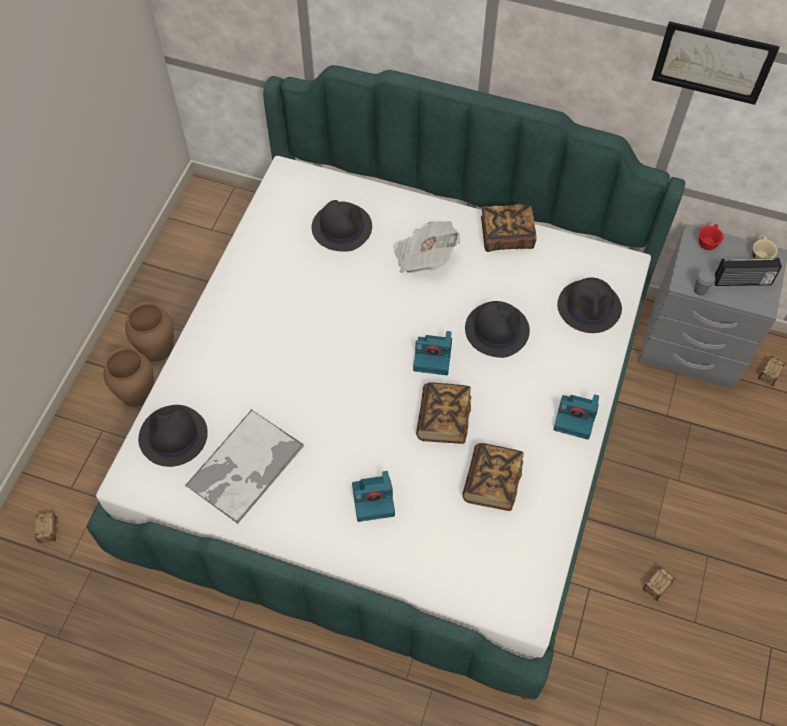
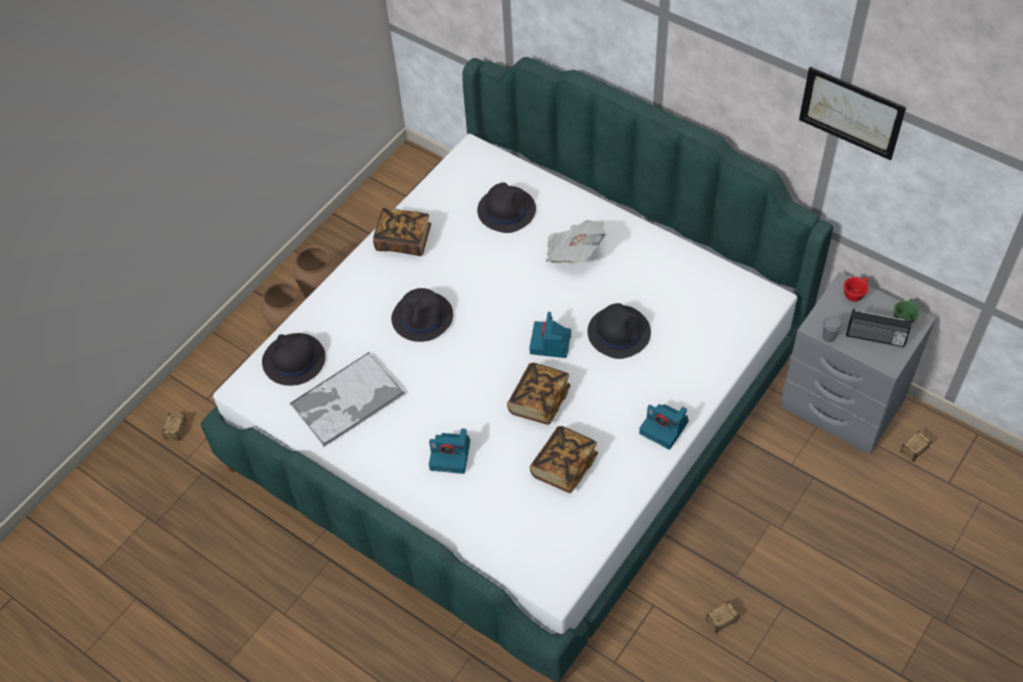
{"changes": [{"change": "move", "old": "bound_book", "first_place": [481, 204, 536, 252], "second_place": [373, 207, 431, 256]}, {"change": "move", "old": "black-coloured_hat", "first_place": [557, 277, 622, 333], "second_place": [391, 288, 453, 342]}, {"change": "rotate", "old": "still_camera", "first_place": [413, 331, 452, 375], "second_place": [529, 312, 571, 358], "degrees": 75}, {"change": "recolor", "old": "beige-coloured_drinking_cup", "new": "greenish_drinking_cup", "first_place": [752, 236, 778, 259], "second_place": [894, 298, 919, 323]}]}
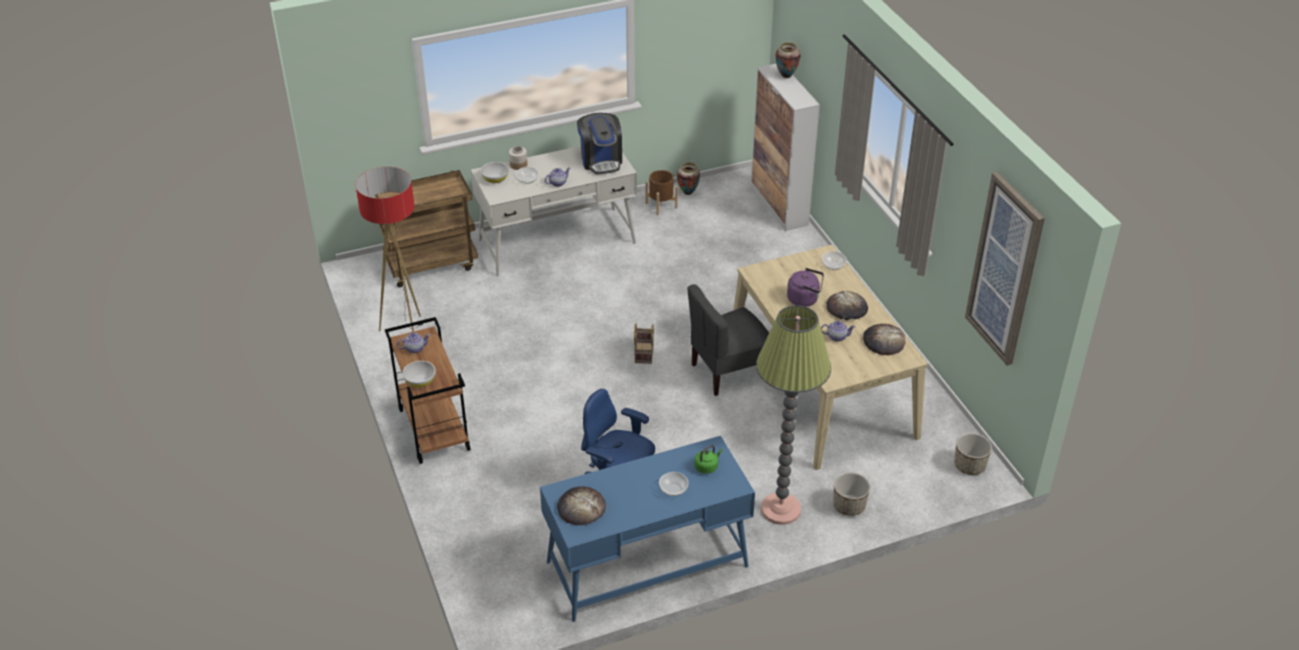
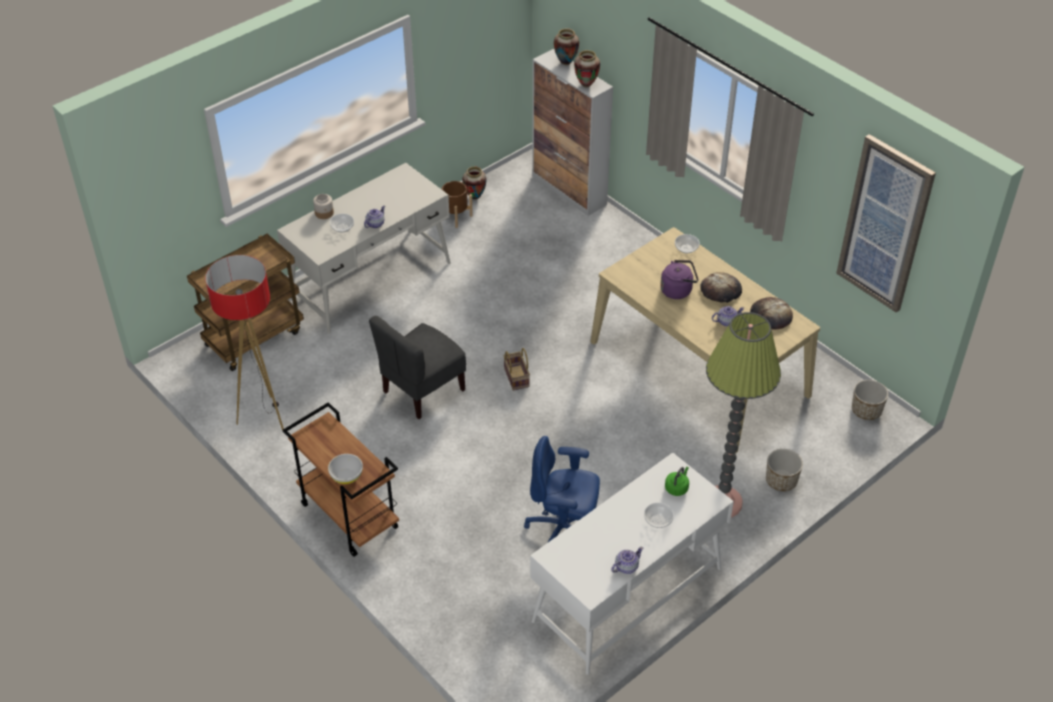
{"changes": [{"change": "move", "old": "greyish_plain_chair", "first_place": [687, 284, 769, 396], "second_place": [369, 316, 466, 419]}, {"change": "recolor", "old": "bluish_desk_table", "new": "whitish_desk_table", "first_place": [540, 436, 755, 622], "second_place": [530, 453, 734, 675]}, {"change": "insert", "new": "vase", "second_place": [574, 50, 600, 87]}, {"change": "move", "old": "teapot", "first_place": [397, 333, 430, 353], "second_place": [611, 547, 643, 574]}, {"change": "delete", "old": "whitish_serving_bowl", "first_place": [481, 162, 508, 183]}, {"change": "delete", "old": "bread", "first_place": [557, 486, 606, 525]}, {"change": "delete", "old": "coffee_brewer", "first_place": [577, 113, 622, 174]}]}
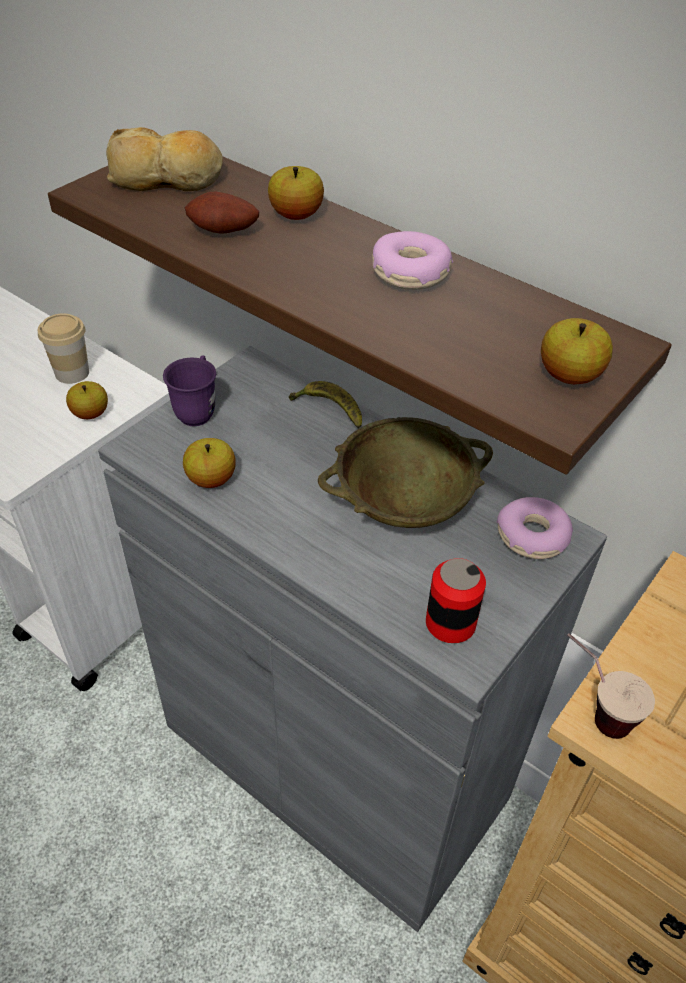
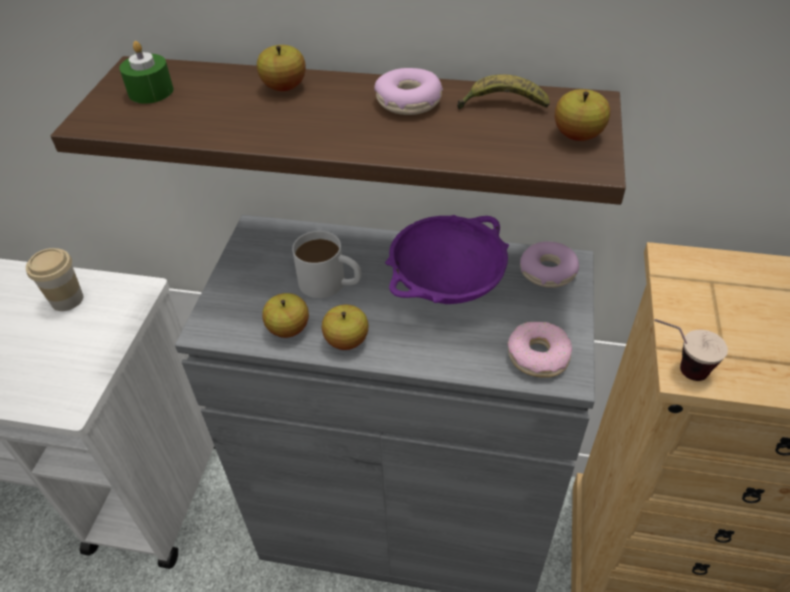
{"changes": [{"change": "replace", "old": "bread", "new": "greenish_wax_candle", "first_place": [106, 127, 223, 191], "second_place": [119, 41, 174, 104]}, {"change": "insert", "new": "whitish_coffee_mug", "second_place": [292, 231, 361, 298]}, {"change": "move", "old": "apple", "first_place": [66, 381, 108, 419], "second_place": [322, 305, 368, 350]}, {"change": "recolor", "old": "beige-coloured_serving_bowl", "new": "purplish_serving_bowl", "first_place": [318, 417, 493, 528], "second_place": [385, 215, 509, 304]}, {"change": "move", "old": "banana", "first_place": [289, 381, 362, 429], "second_place": [457, 74, 550, 109]}, {"change": "replace", "old": "metal_can", "new": "donut", "first_place": [426, 558, 486, 643], "second_place": [508, 321, 572, 378]}, {"change": "delete", "old": "purplish_coffee_mug", "first_place": [163, 355, 216, 426]}, {"change": "delete", "old": "whole_potato", "first_place": [184, 191, 259, 234]}]}
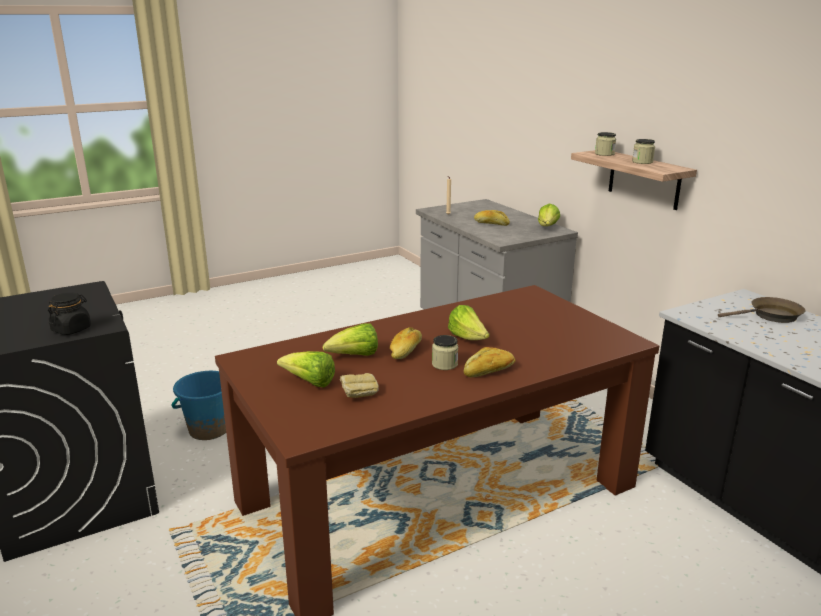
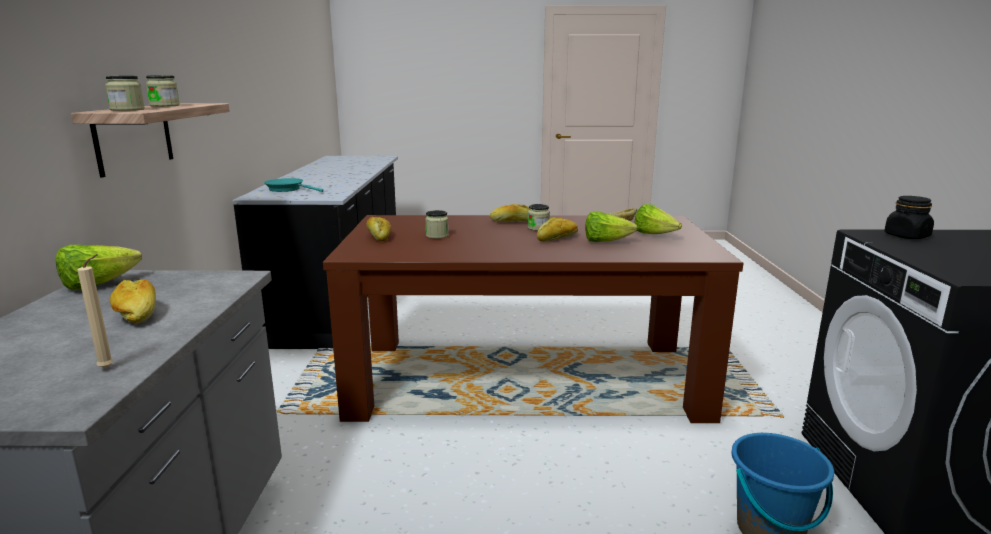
{"changes": [{"change": "recolor", "old": "brown_skillet", "new": "turquoise-coloured_skillet", "first_place": [718, 297, 805, 323], "second_place": [264, 178, 324, 192]}, {"change": "insert", "new": "bread", "second_place": [366, 217, 391, 242]}, {"change": "insert", "new": "storage_jar", "second_place": [425, 210, 449, 239]}, {"change": "delete", "old": "head_of_lettuce", "first_place": [448, 305, 490, 340]}]}
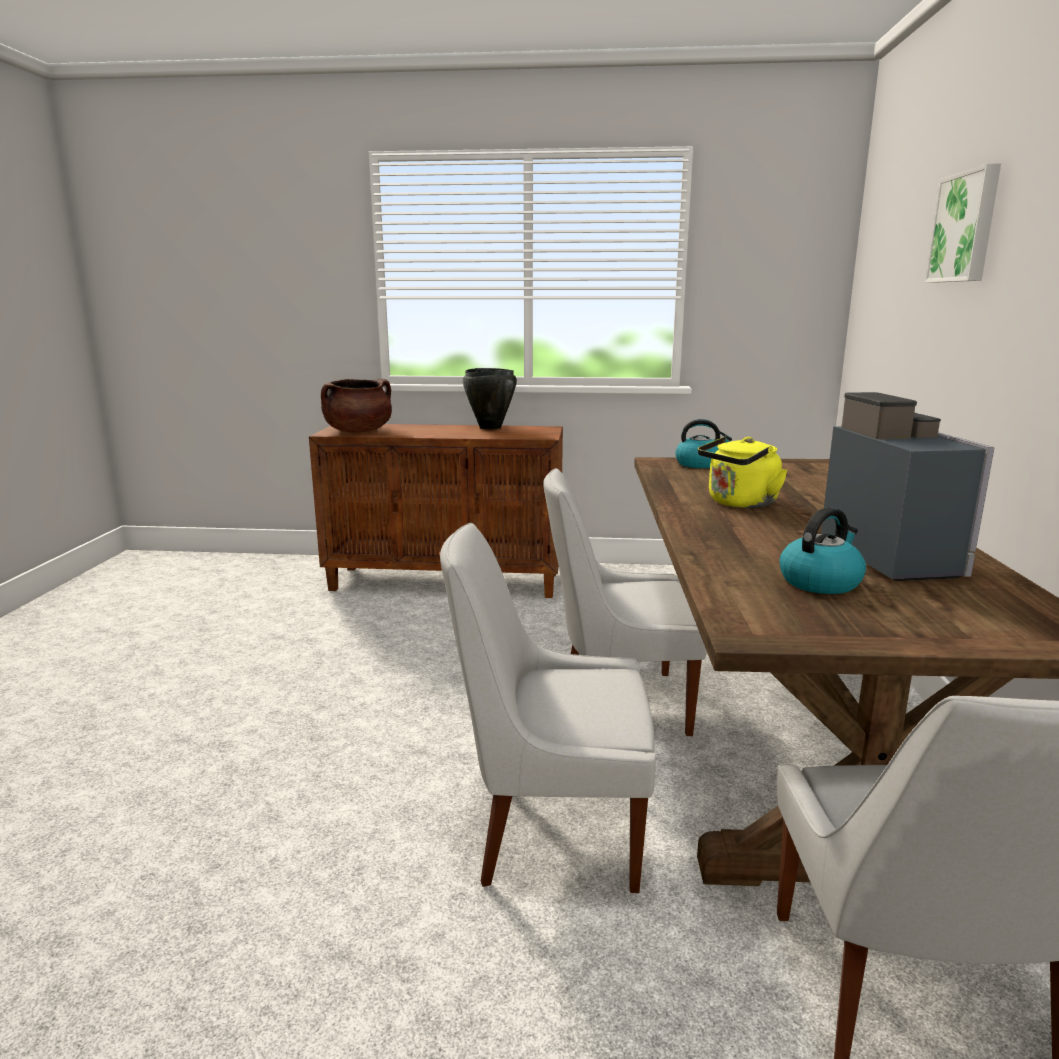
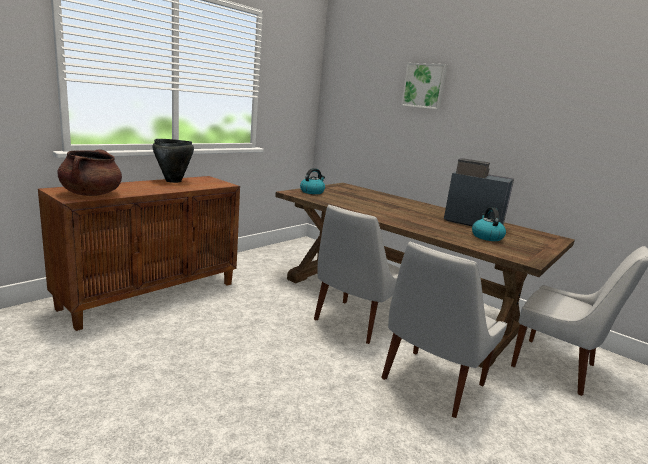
{"changes": [{"change": "delete", "old": "yellow_tea_kettle", "first_place": [698, 436, 788, 508]}]}
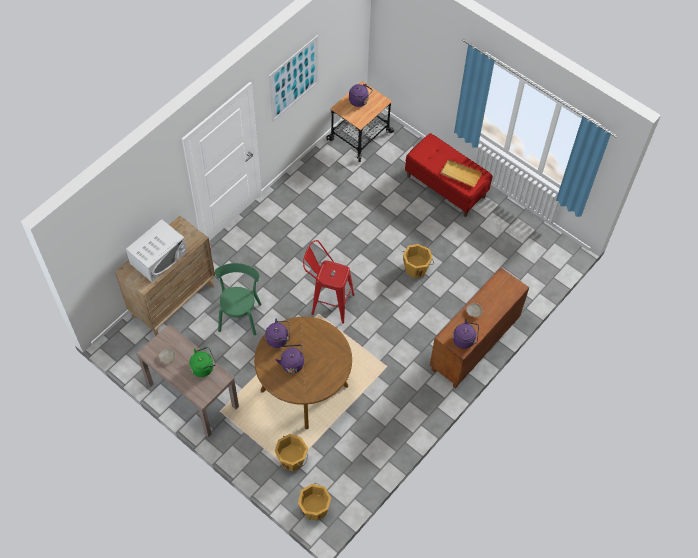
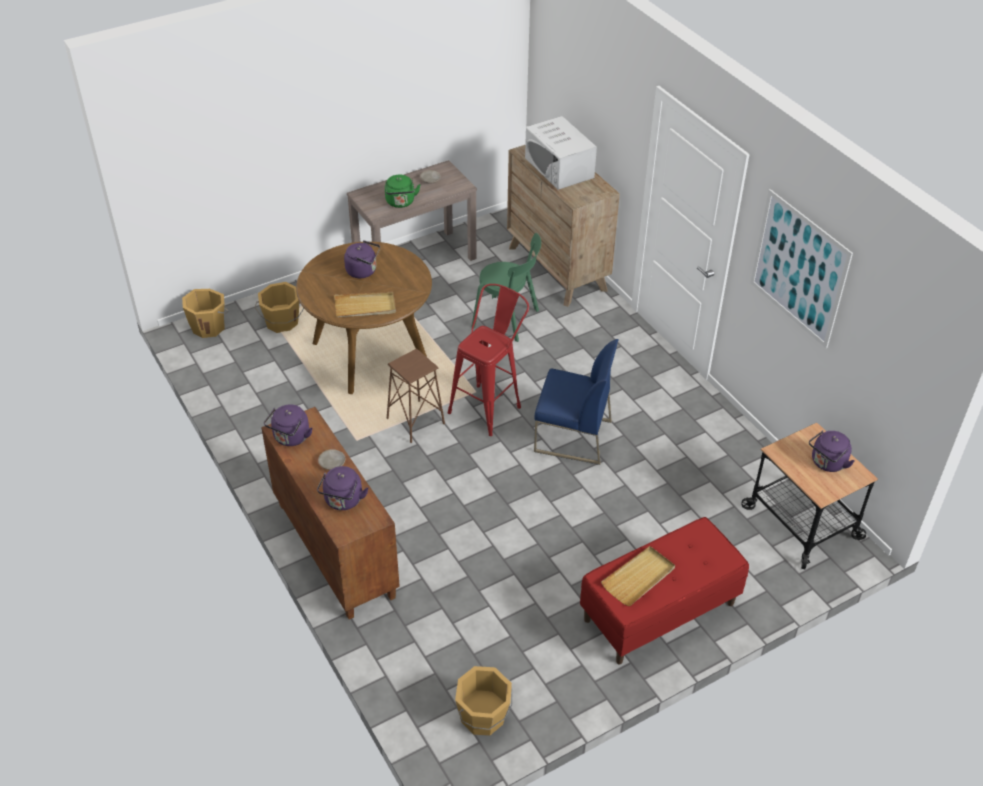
{"changes": [{"change": "move", "old": "purplish_tea_kettle", "first_place": [265, 319, 290, 348], "second_place": [317, 466, 369, 510]}, {"change": "insert", "new": "beige-coloured_serving_tray", "second_place": [334, 291, 396, 317]}, {"change": "insert", "new": "brown_sitting_stool", "second_place": [387, 348, 445, 443]}, {"change": "move", "old": "orange-coloured_water_bucket", "first_place": [403, 244, 434, 278], "second_place": [455, 666, 513, 736]}, {"change": "insert", "new": "bluish_plain_chair", "second_place": [534, 339, 619, 465]}]}
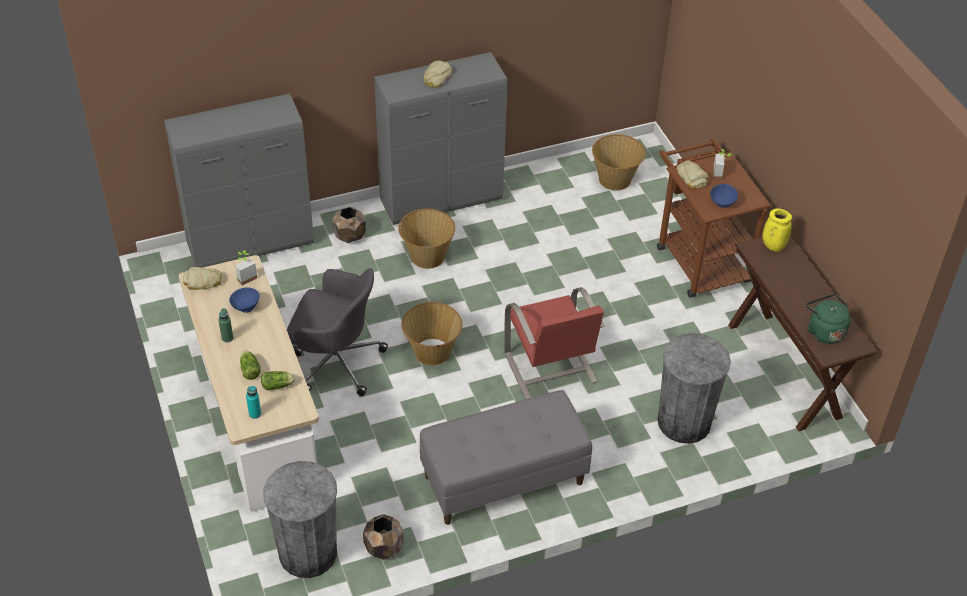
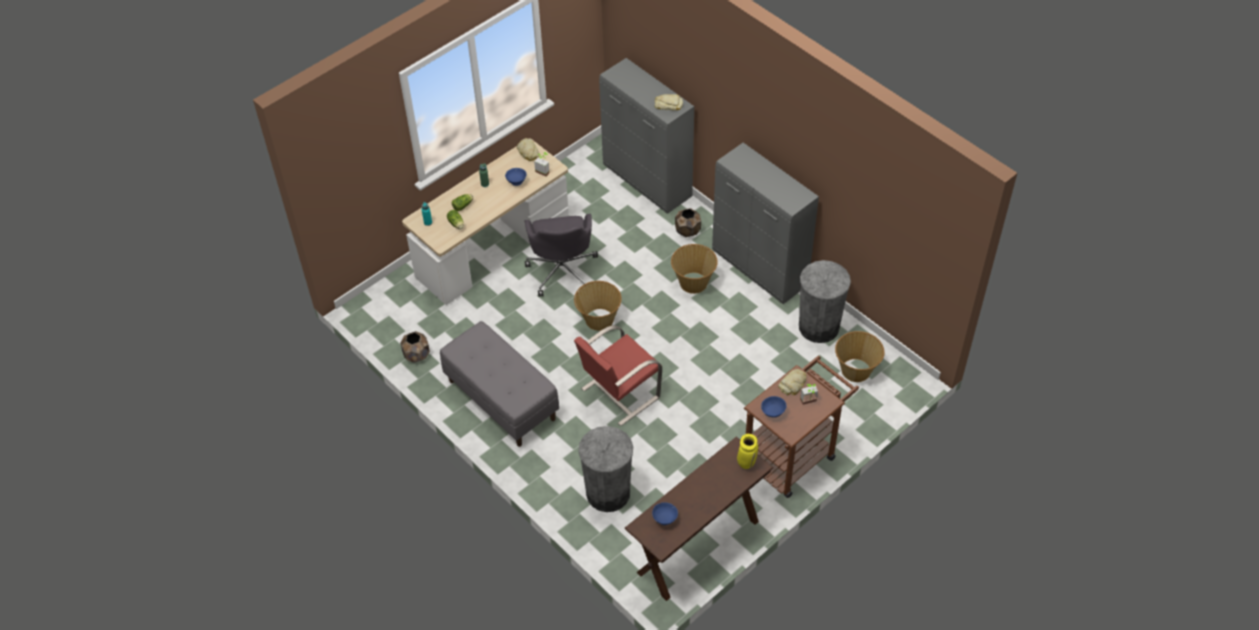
{"changes": [{"change": "replace", "old": "greenish_tea_kettle", "new": "bluish_serving_bowl", "first_place": [806, 294, 850, 344], "second_place": [652, 502, 678, 525]}, {"change": "move", "old": "bread", "first_place": [423, 60, 452, 88], "second_place": [655, 94, 683, 111]}, {"change": "move", "old": "greyish_rubbish_bin", "first_place": [263, 461, 337, 578], "second_place": [799, 260, 851, 343]}]}
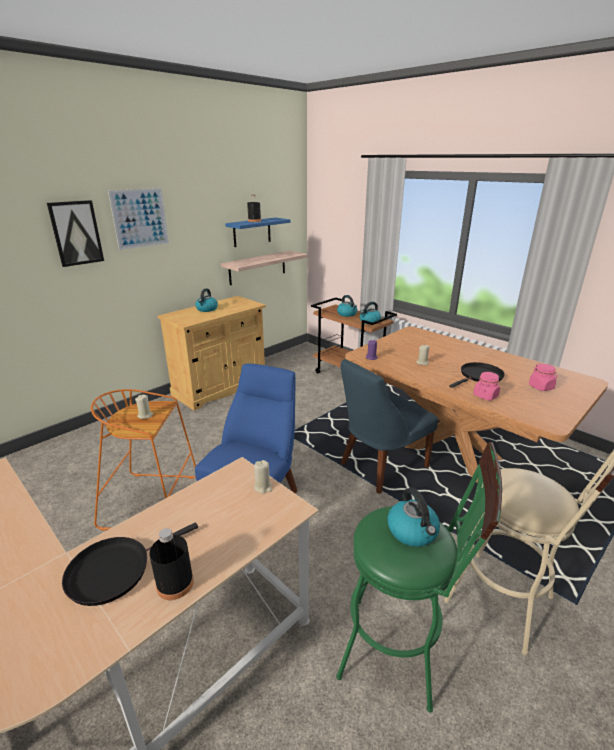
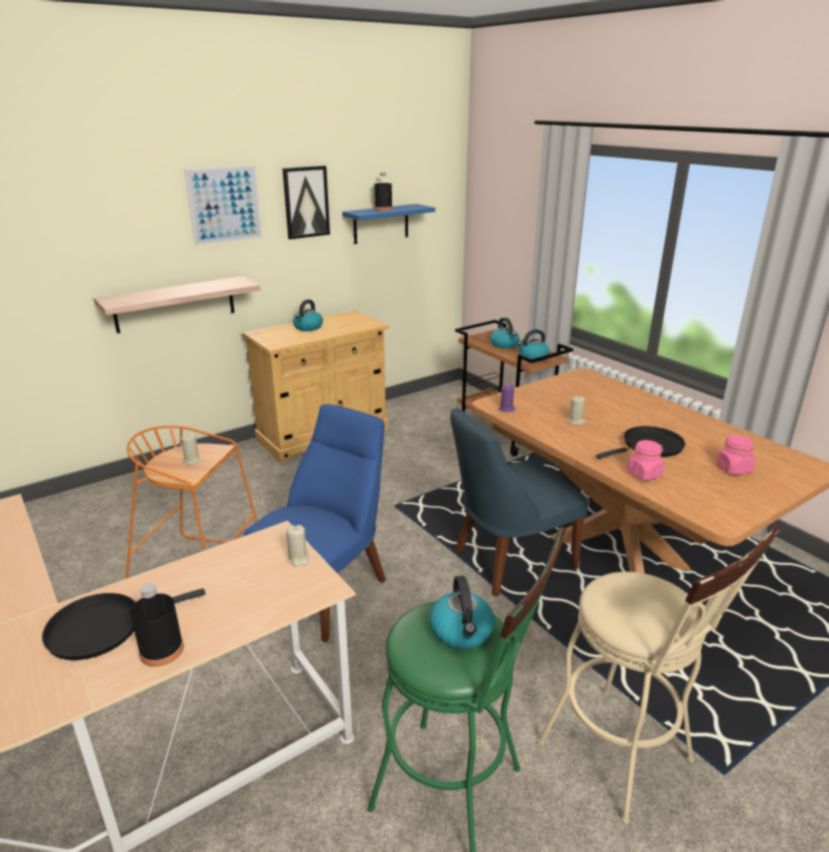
{"changes": [{"change": "move", "old": "shelf", "first_place": [221, 251, 308, 285], "second_place": [94, 276, 260, 334]}, {"change": "move", "old": "wall_picture", "first_place": [47, 200, 104, 267], "second_place": [282, 166, 330, 239]}]}
